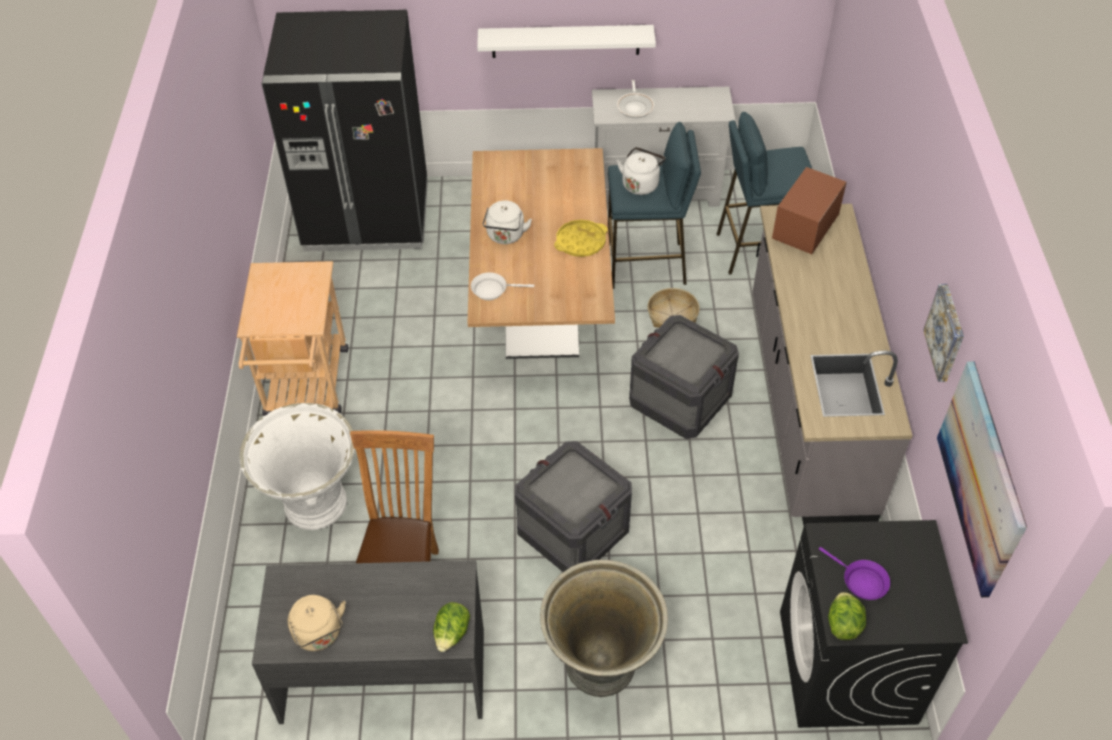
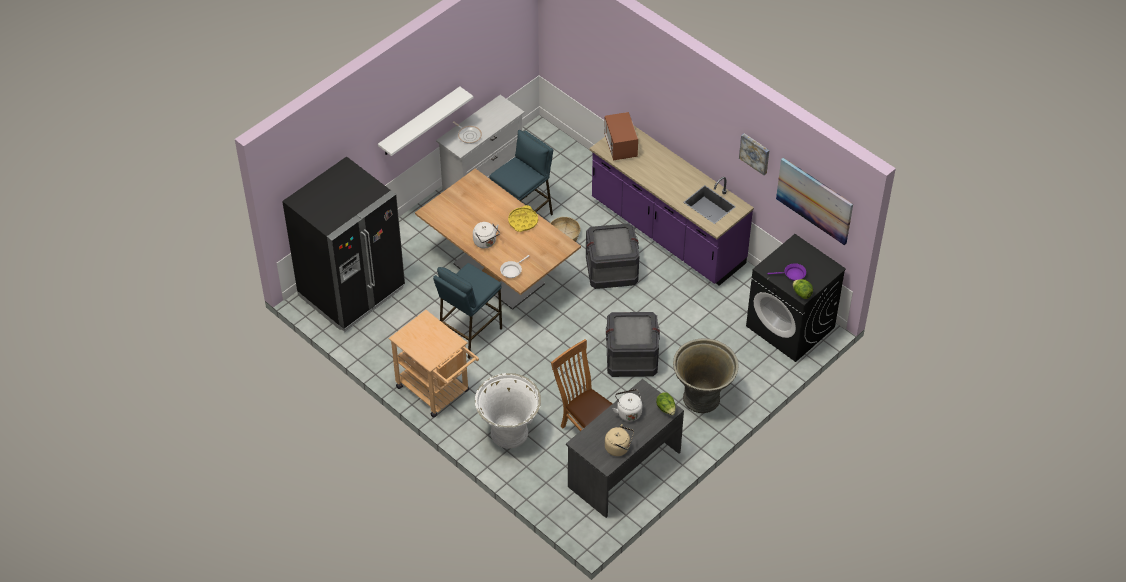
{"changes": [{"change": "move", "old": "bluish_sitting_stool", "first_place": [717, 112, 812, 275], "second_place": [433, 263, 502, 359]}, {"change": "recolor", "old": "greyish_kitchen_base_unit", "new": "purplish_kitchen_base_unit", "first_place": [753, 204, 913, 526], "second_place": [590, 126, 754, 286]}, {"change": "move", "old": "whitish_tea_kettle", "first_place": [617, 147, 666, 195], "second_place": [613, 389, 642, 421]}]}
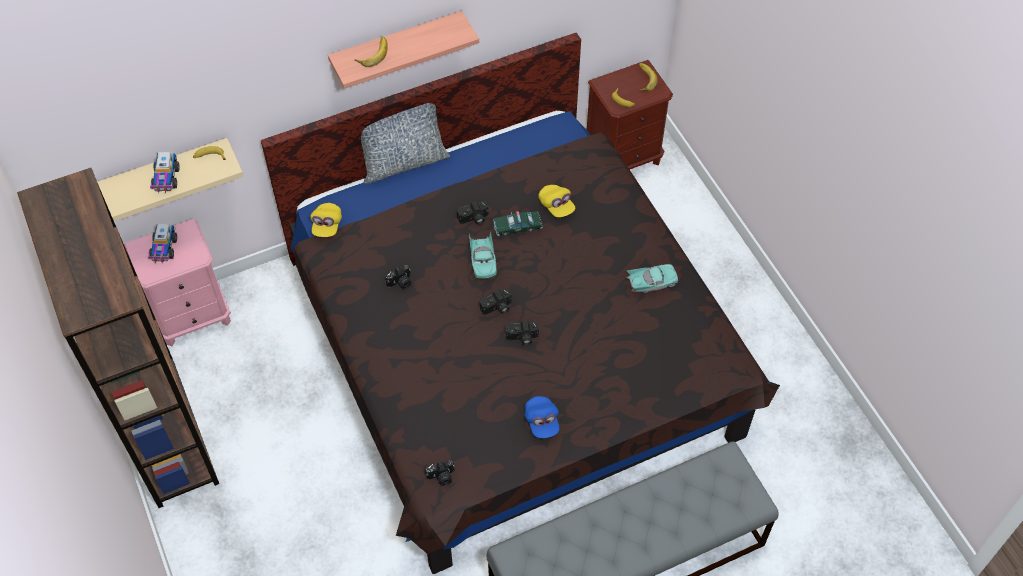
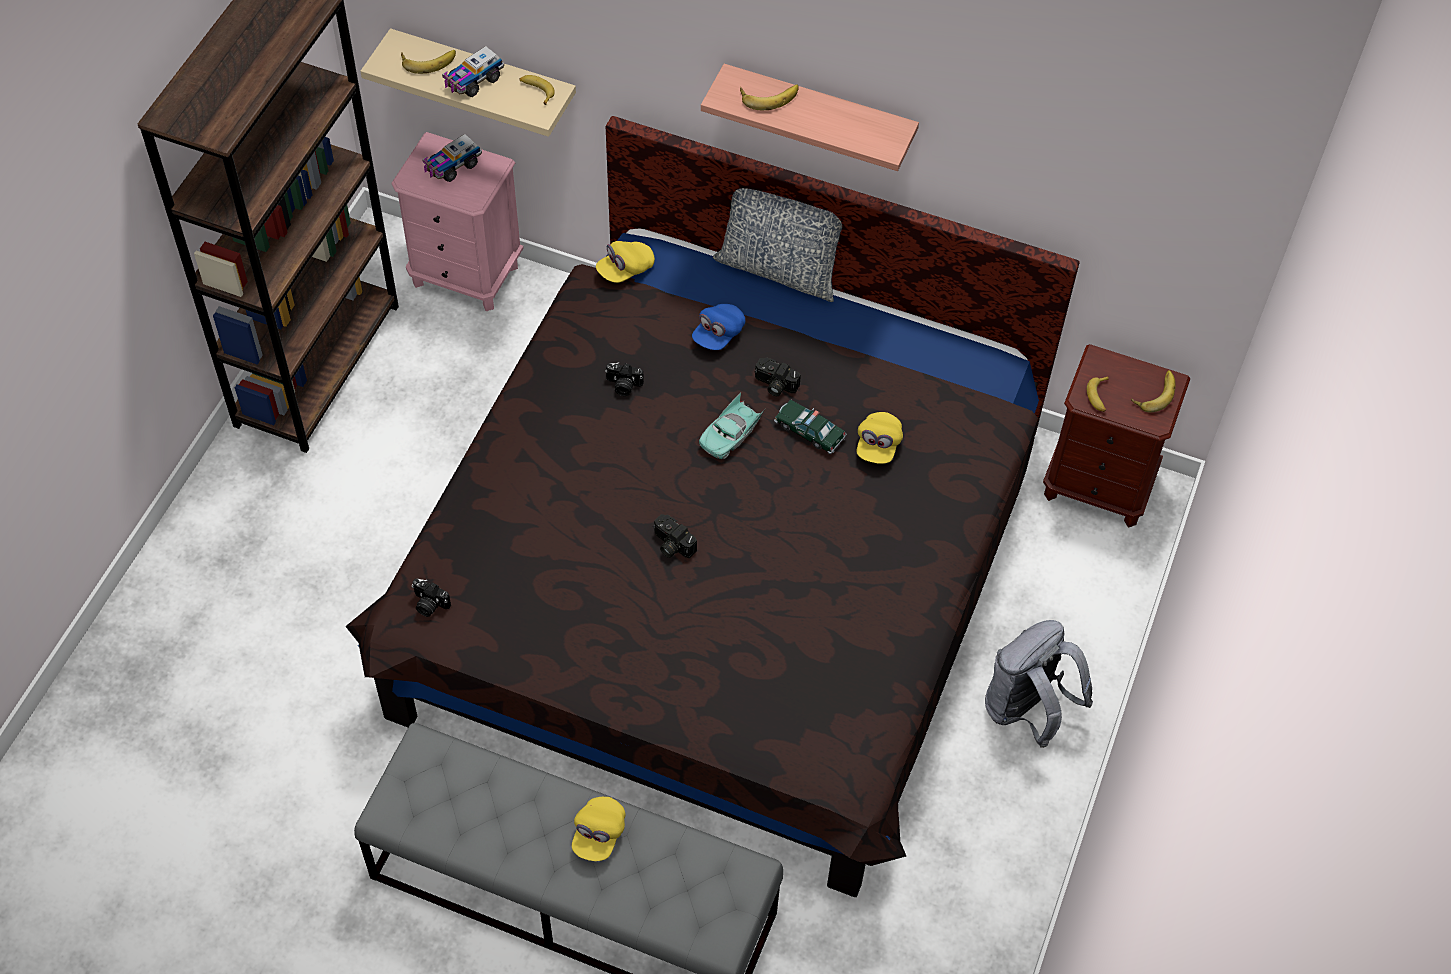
{"changes": [{"change": "insert", "new": "banana", "second_place": [401, 50, 456, 74]}, {"change": "insert", "new": "yellow_cap", "second_place": [572, 797, 625, 861]}, {"change": "move", "old": "bluish_cap", "first_place": [524, 396, 559, 438], "second_place": [692, 304, 745, 350]}, {"change": "insert", "new": "greyish_knapsack", "second_place": [985, 620, 1093, 748]}, {"change": "delete", "old": "still_camera", "first_place": [479, 289, 512, 315]}, {"change": "delete", "old": "turquoise-coloured_miniature_car", "first_place": [626, 264, 678, 293]}]}
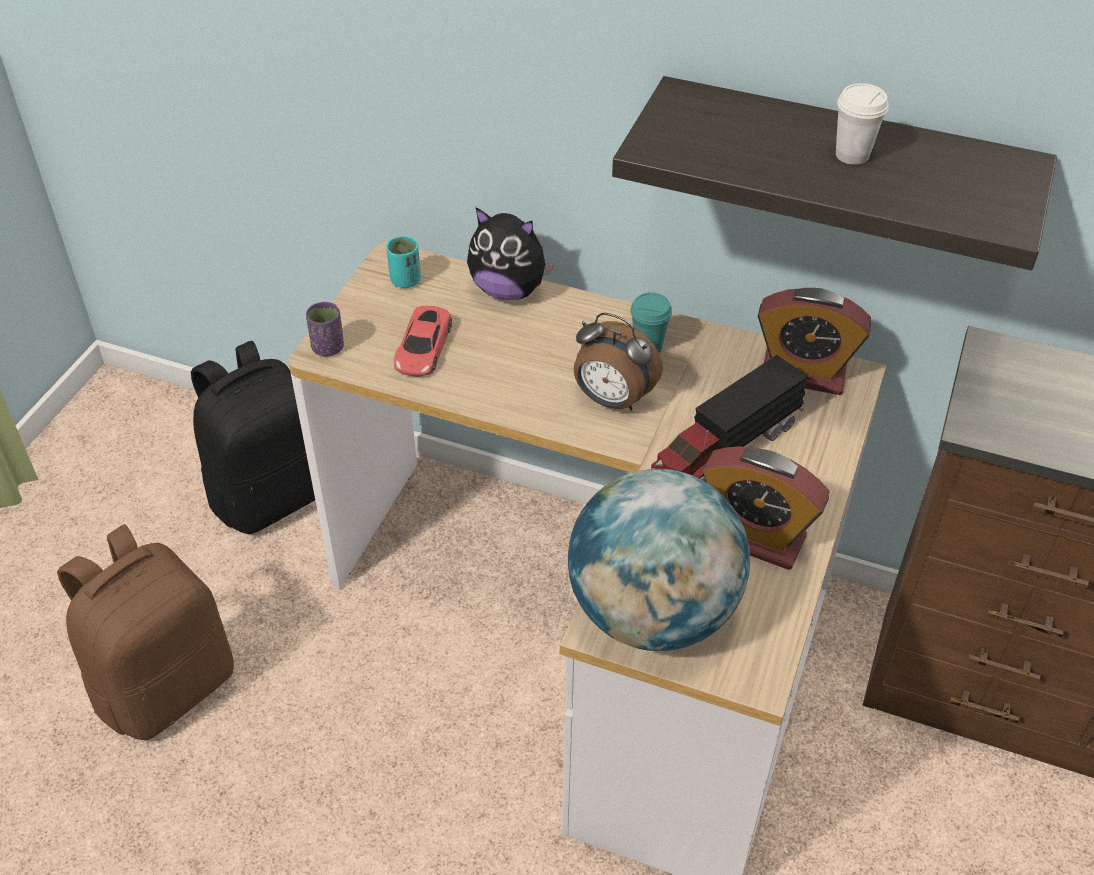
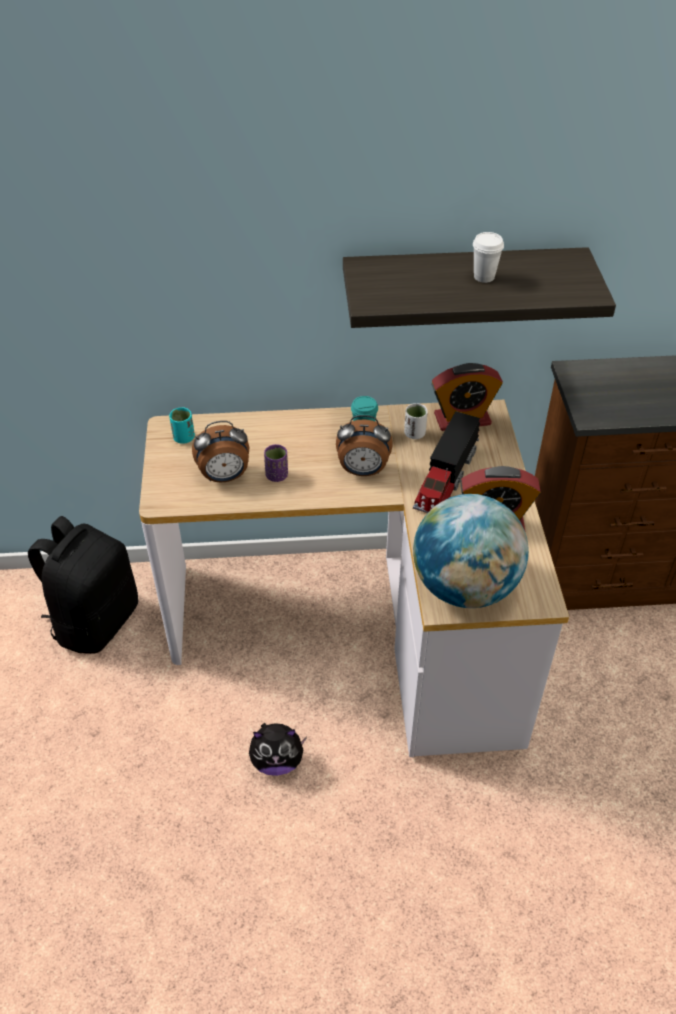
{"changes": [{"change": "replace", "old": "red-coloured_miniature_car", "new": "table_clock", "first_place": [394, 306, 452, 376], "second_place": [192, 421, 249, 482]}, {"change": "move", "old": "cuddly_toy", "first_place": [467, 207, 558, 300], "second_place": [249, 723, 307, 776]}, {"change": "move", "old": "purplish_drinking_cup", "first_place": [306, 302, 344, 357], "second_place": [264, 444, 288, 482]}, {"change": "insert", "new": "whitish_drinking_cup", "second_place": [404, 403, 428, 439]}, {"change": "delete", "old": "brown_knapsack", "first_place": [57, 524, 234, 740]}]}
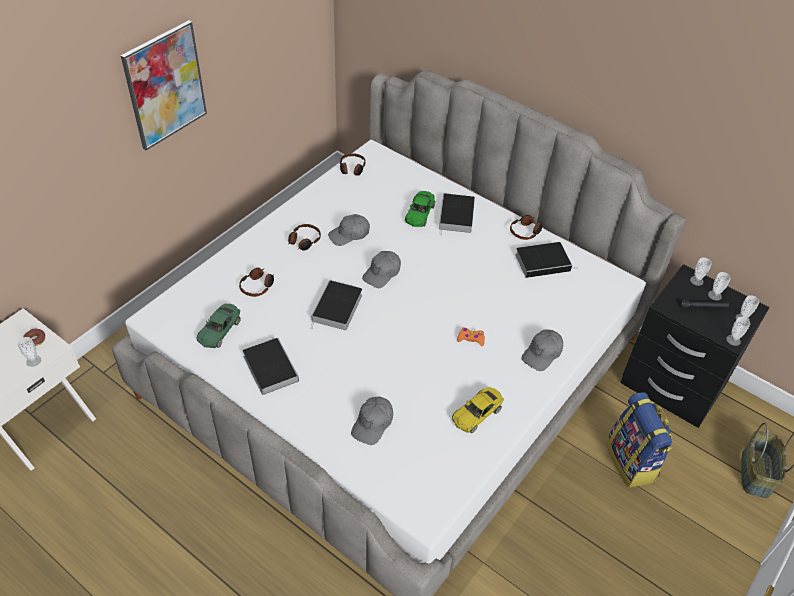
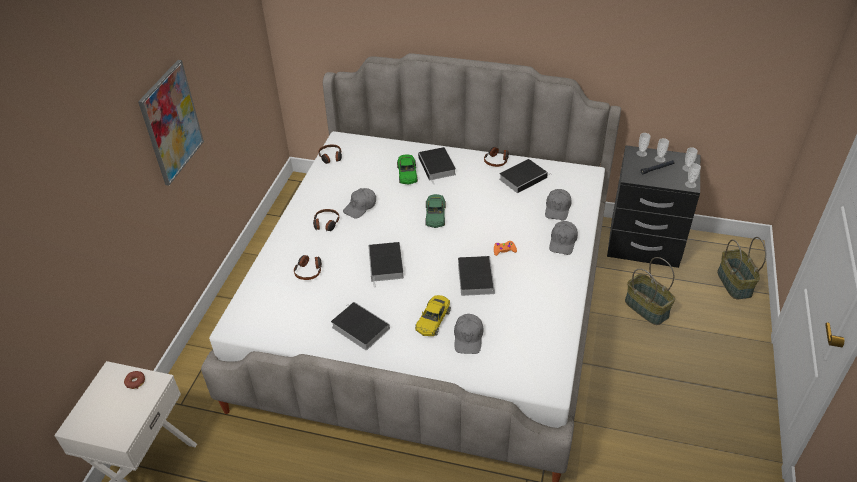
{"changes": [{"change": "move", "old": "yellow_miniature_car", "first_place": [452, 387, 504, 433], "second_place": [415, 295, 451, 336]}, {"change": "move", "old": "greenish_miniature_car", "first_place": [197, 304, 241, 348], "second_place": [425, 194, 446, 228]}, {"change": "insert", "new": "bound_book", "second_place": [458, 256, 495, 296]}, {"change": "move", "old": "greyish_cap", "first_place": [362, 251, 401, 288], "second_place": [545, 189, 571, 220]}, {"change": "replace", "old": "knapsack", "new": "basket", "first_place": [607, 393, 673, 487], "second_place": [625, 257, 675, 325]}, {"change": "delete", "old": "drinking_cup", "first_place": [18, 337, 41, 367]}]}
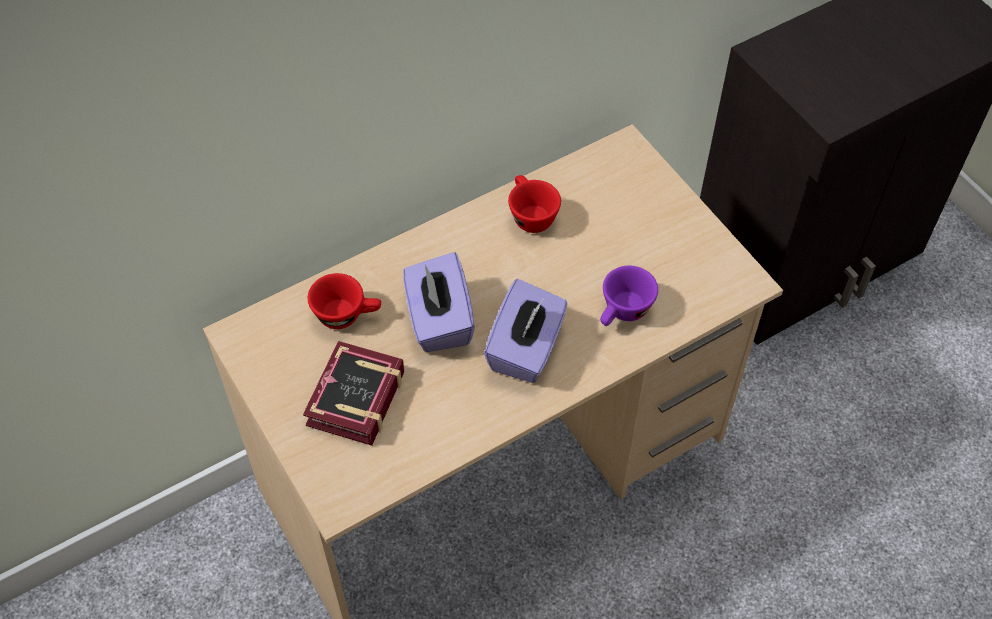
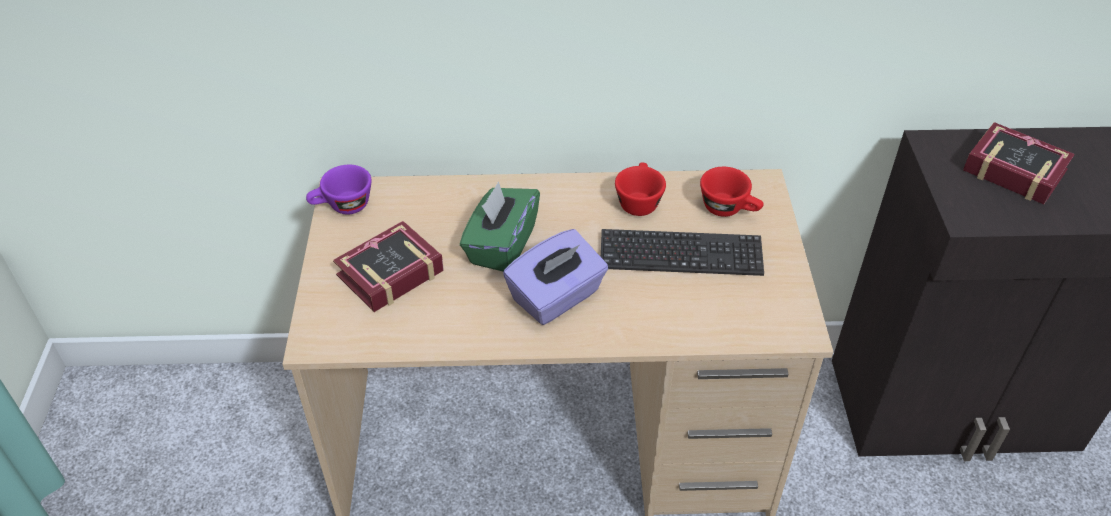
{"changes": [{"change": "move", "old": "purplish_drinking_cup", "first_place": [600, 266, 658, 326], "second_place": [306, 165, 372, 214]}, {"change": "recolor", "old": "purplish_box_of_tissues", "new": "greenish_box_of_tissues", "first_place": [403, 252, 475, 352], "second_place": [460, 181, 540, 272]}, {"change": "insert", "new": "computer_keyboard", "second_place": [601, 229, 764, 276]}, {"change": "move", "old": "red-coloured_drinking_cup", "first_place": [308, 273, 381, 329], "second_place": [700, 167, 764, 217]}, {"change": "insert", "new": "bound_book", "second_place": [963, 122, 1075, 204]}]}
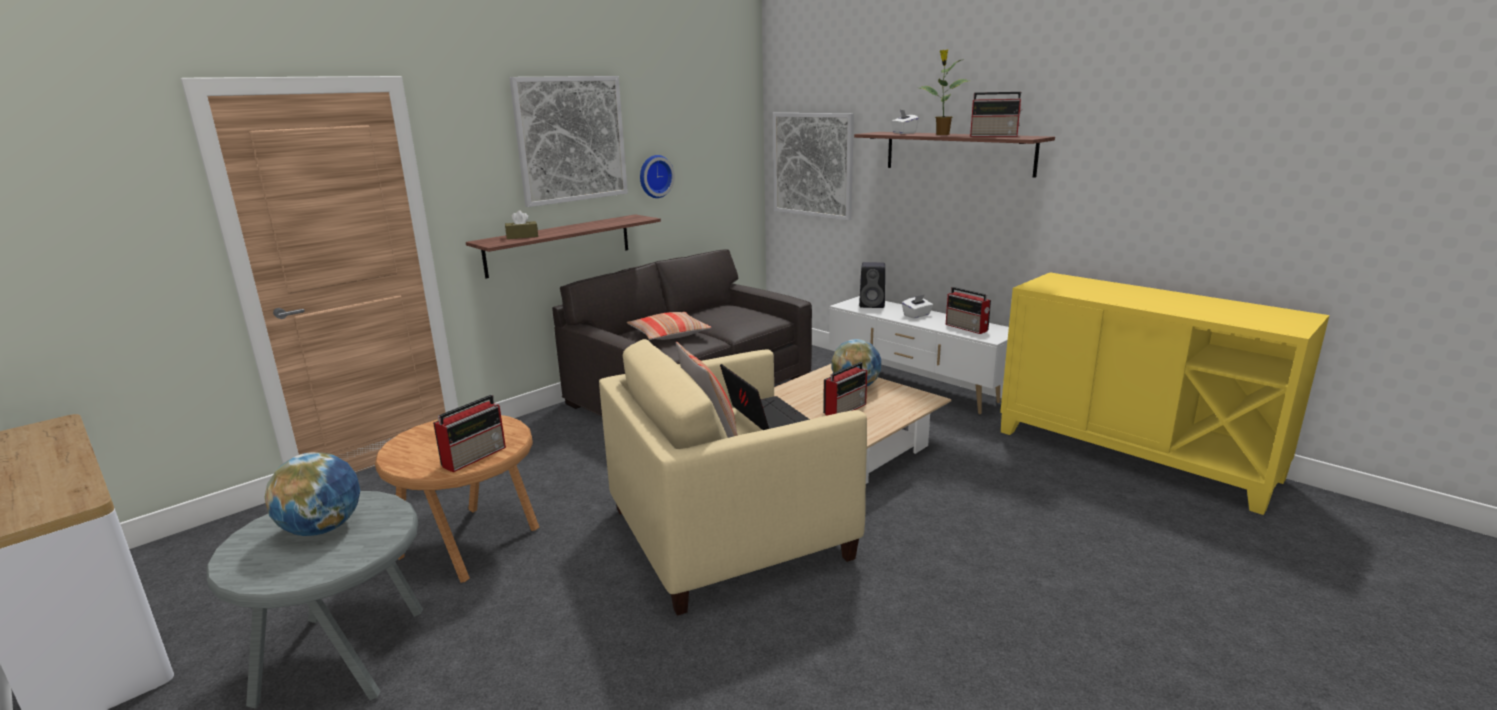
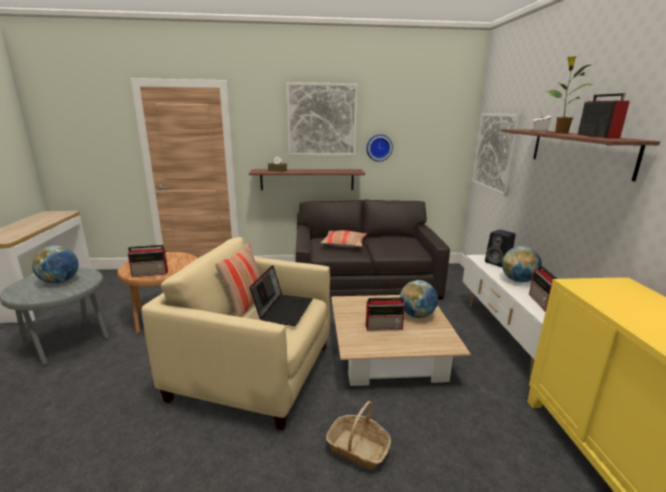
{"changes": [{"change": "insert", "new": "basket", "second_place": [326, 401, 391, 470]}, {"change": "replace", "old": "whitish_box_of_tissues", "new": "desk_globe", "first_place": [902, 295, 933, 319], "second_place": [502, 246, 542, 282]}, {"change": "rotate", "old": "radio_receiver", "first_place": [970, 92, 1022, 137], "second_place": [578, 93, 630, 139], "degrees": -150}]}
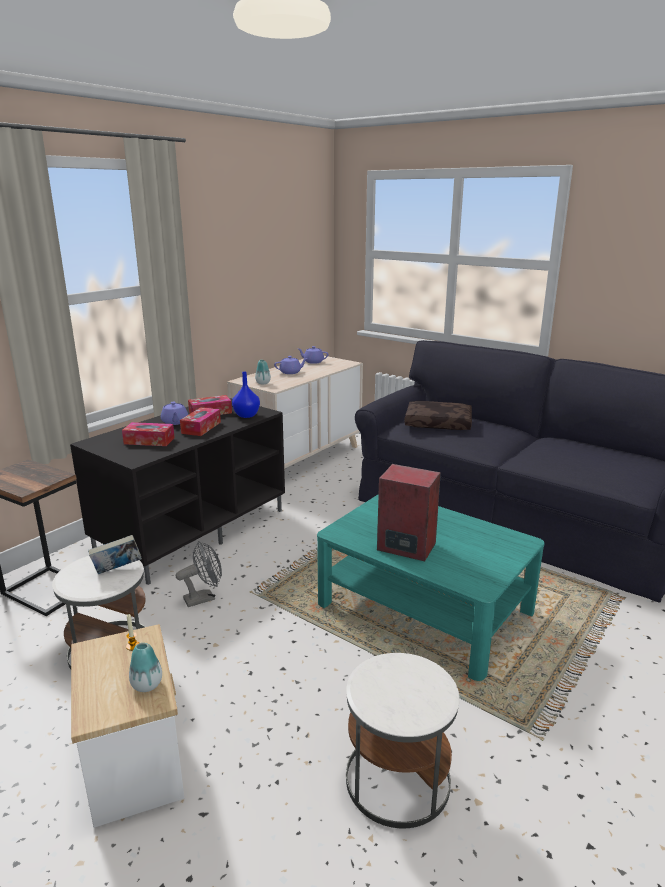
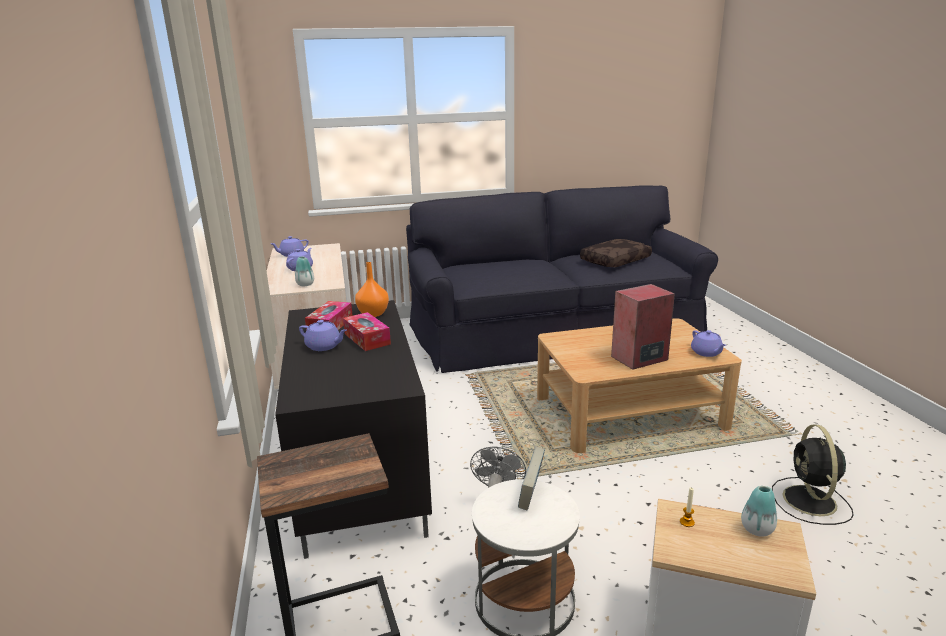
{"changes": [{"change": "recolor", "old": "bluish_vase", "new": "orange-coloured_vase", "first_place": [232, 372, 260, 418], "second_place": [355, 262, 389, 317]}, {"change": "recolor", "old": "turquoise-coloured_lounge_table", "new": "beige-coloured_lounge_table", "first_place": [317, 494, 544, 681], "second_place": [537, 318, 742, 453]}, {"change": "move", "old": "brown_pillow", "first_place": [404, 401, 472, 430], "second_place": [580, 239, 652, 267]}, {"change": "insert", "new": "purplish_teapot", "second_place": [691, 330, 726, 357]}, {"change": "replace", "old": "whitish_side_table", "new": "black-coloured_fan", "first_place": [346, 653, 460, 828], "second_place": [772, 425, 854, 525]}, {"change": "delete", "old": "box_of_tissues", "first_place": [122, 422, 175, 446]}]}
